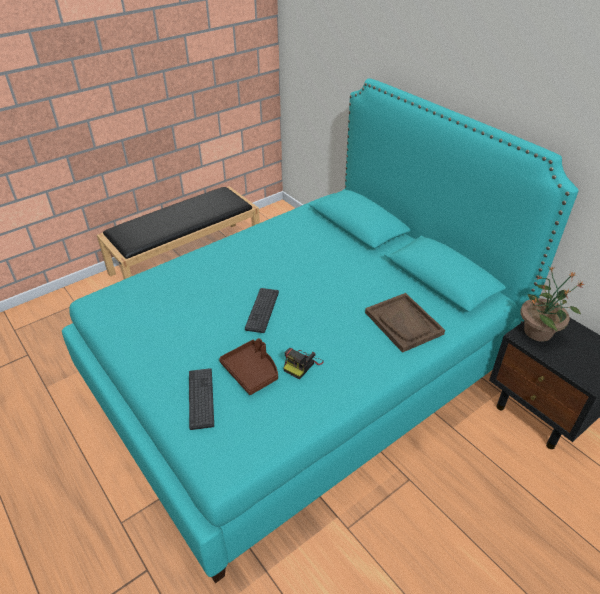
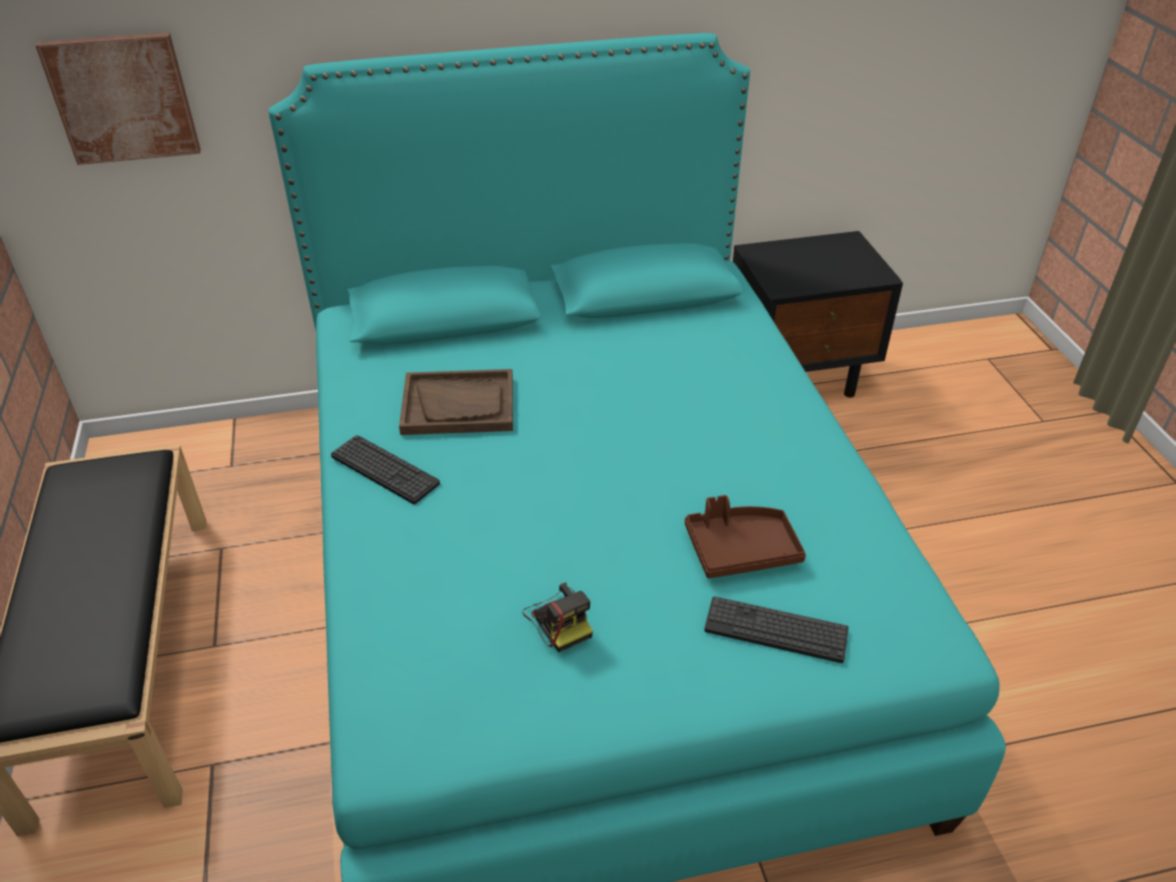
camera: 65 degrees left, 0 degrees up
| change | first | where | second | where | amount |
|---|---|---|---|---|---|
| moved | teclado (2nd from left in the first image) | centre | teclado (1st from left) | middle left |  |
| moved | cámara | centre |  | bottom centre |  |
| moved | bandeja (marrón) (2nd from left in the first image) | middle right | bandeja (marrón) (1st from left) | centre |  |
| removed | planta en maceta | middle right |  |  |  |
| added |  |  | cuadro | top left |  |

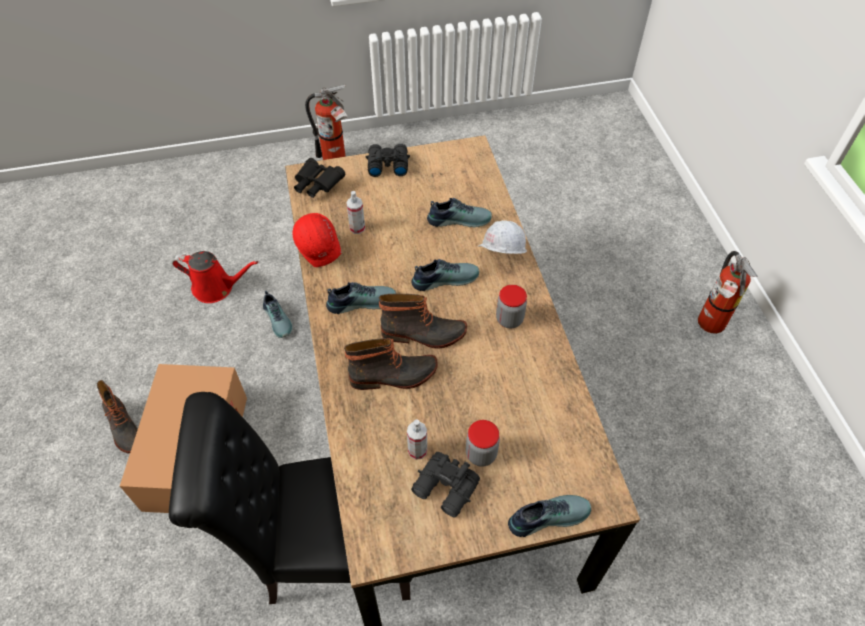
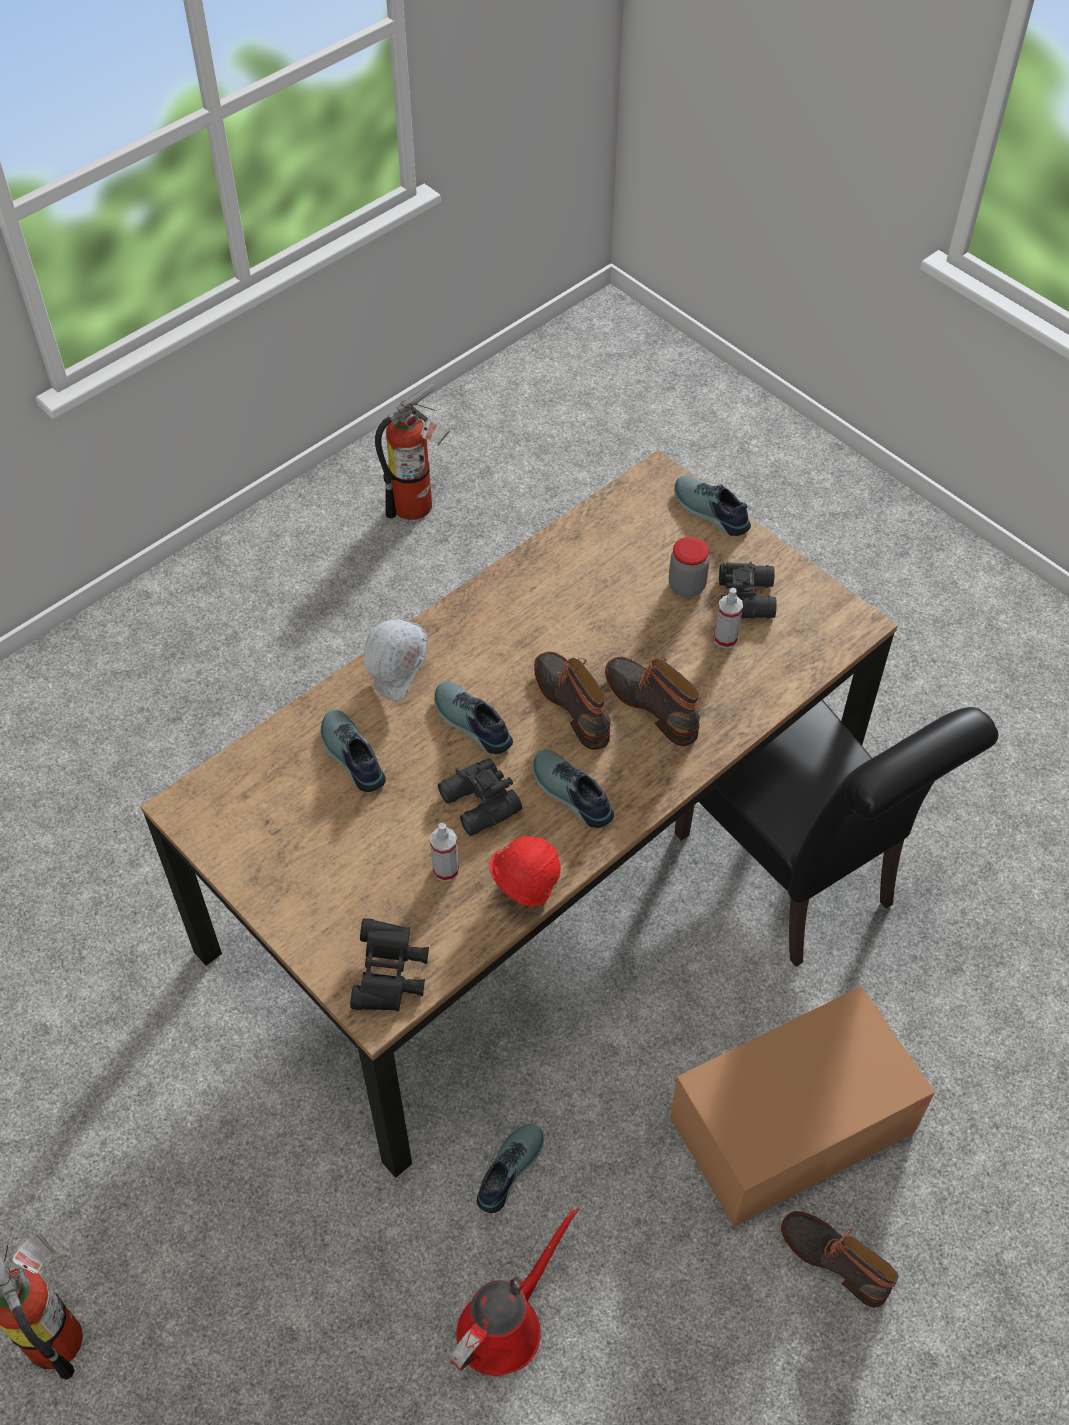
camera: 120 degrees left, 0 degrees up
| change | first | where | second | where | amount |
|---|---|---|---|---|---|
| turned | bota (1st from left in the first image) | middle left | bota (3rd from left) | bottom right | 75 degrees counterclockwise |
| turned | regadera (rojo) | middle left |  | bottom centre | 60 degrees clockwise |
| moved | prismáticos (negro) (2nd from left) | top centre |  | centre |  |
| removed | tarro (2nd from left) | centre |  |  |  |
| moved | extintor (2nd from left) | middle right |  | top centre |  |

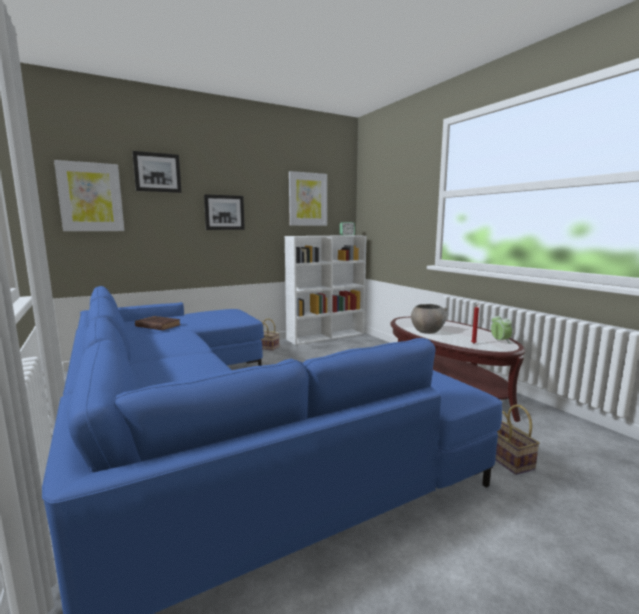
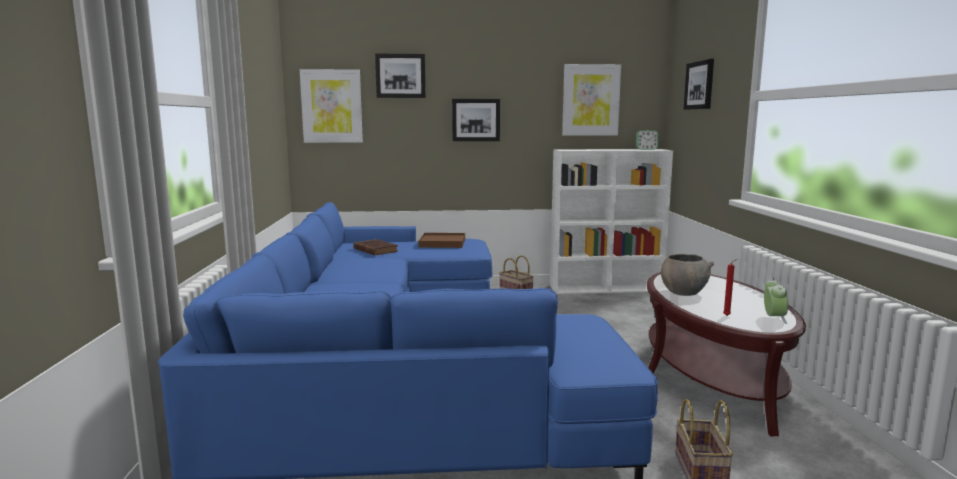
camera: 25 degrees right, 0 degrees up
| change | first | where | second | where | amount |
|---|---|---|---|---|---|
| added |  |  | bandeja (marrón) | centre |  |
| added |  |  | cuadro (5th from left) | top right |  |

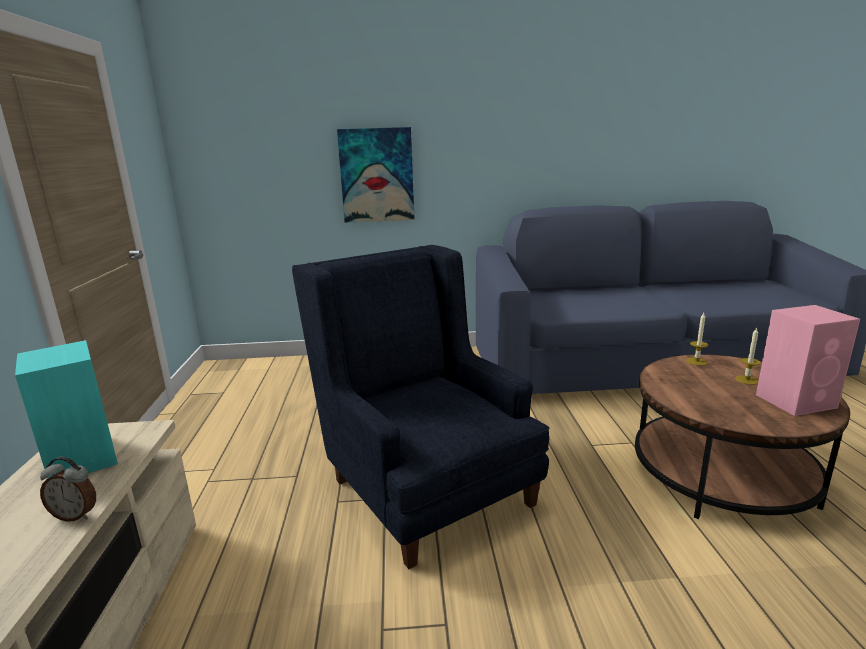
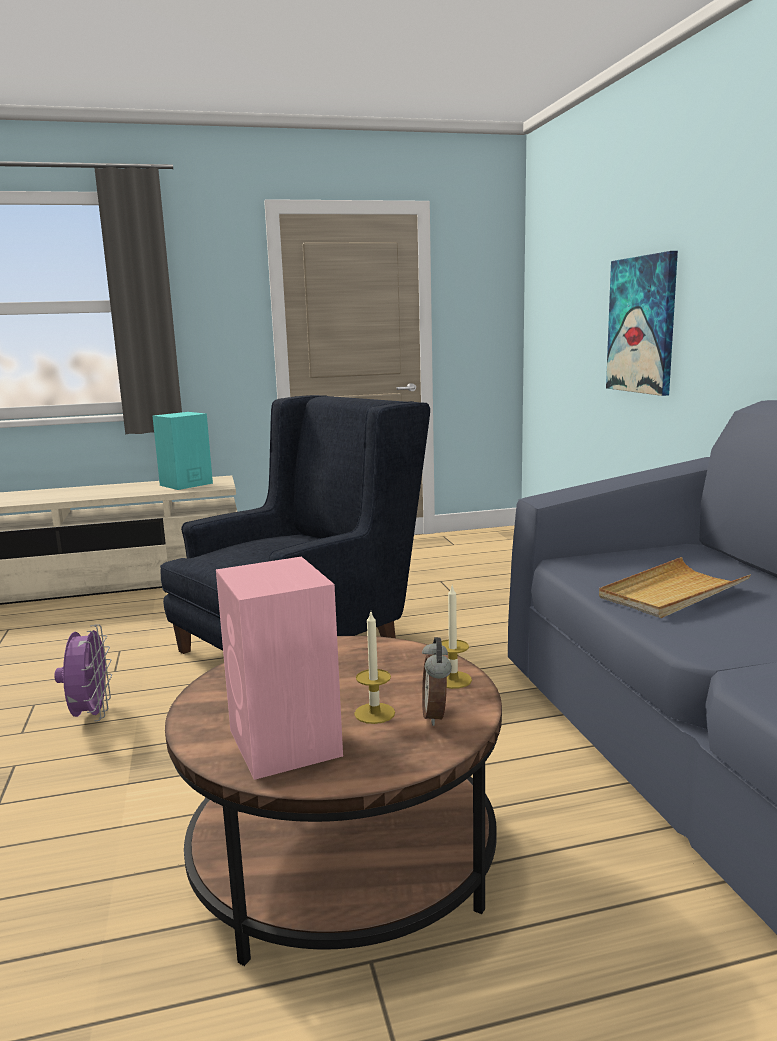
camera: 80 degrees right, 5 degrees down
| change | first | where | second | where | amount |
|---|---|---|---|---|---|
| moved | despertador | bottom left |  | centre |  |
| added |  |  | ventilador (morado) | middle left |  |
| added |  |  | bandeja (beis) | middle right |  |

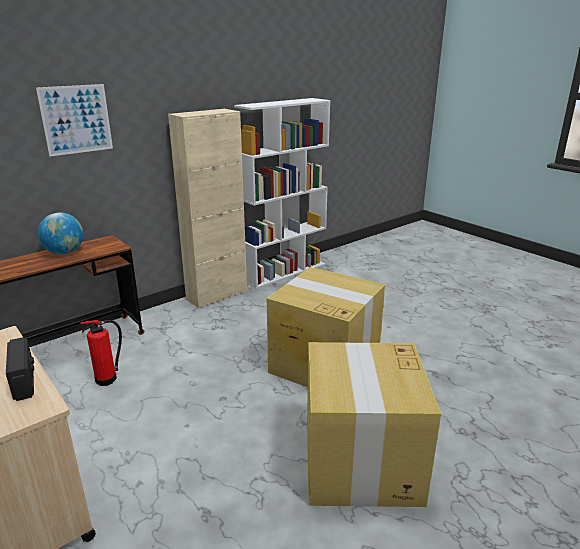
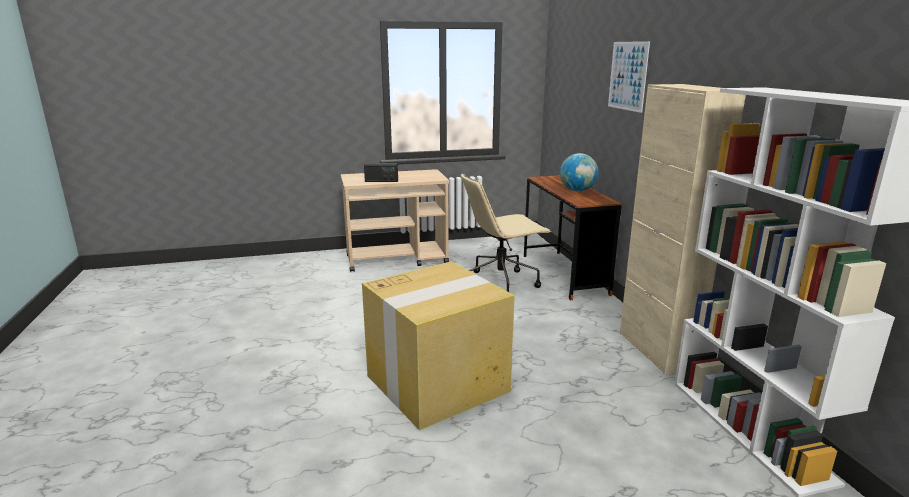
camera: 115 degrees right, 5 degrees down
| change | first | where | second | where | amount |
|---|---|---|---|---|---|
| replaced | extintor | middle left | silla de oficina (beis) | centre |  |
| removed | caja de cartón (2nd from left) | bottom centre |  |  |  |

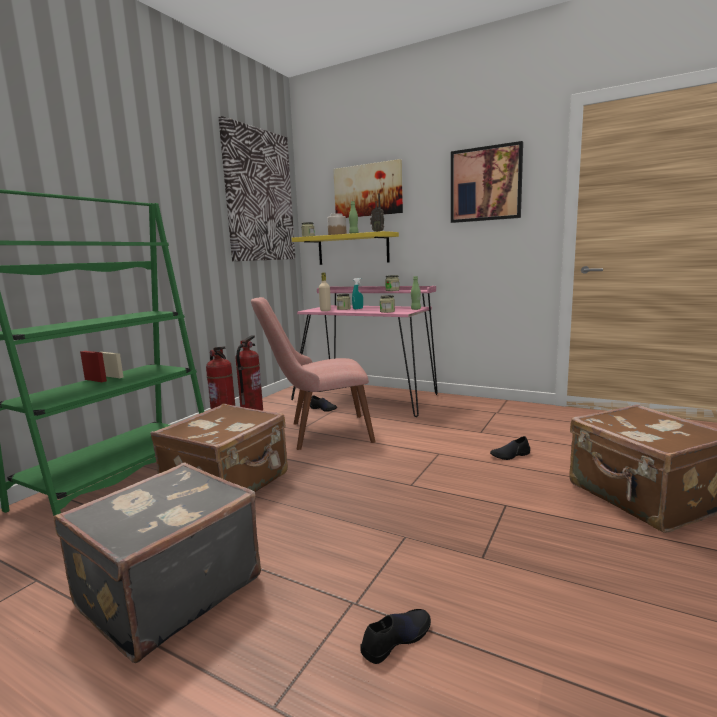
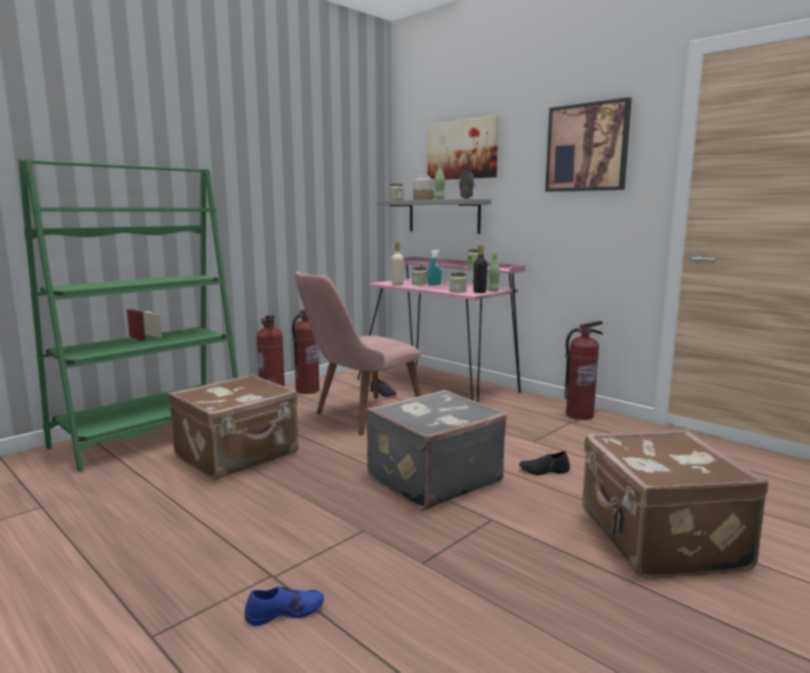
camera: 15 degrees right, 0 degrees up
| change | first | where | second | where | amount |
|---|---|---|---|---|---|
| moved | maleta (gris) | bottom left |  | bottom centre |  |
| removed | cuadro (1st from left) | top centre |  |  |  |
| turned | silla (rosa) | centre |  | centre | 45 degrees counterclockwise |
| recoloured | estante (amarillo) | centre | estante (gris) | top centre |  |
| recoloured | zapato (negro) (2nd from left) | bottom centre | zapato (azul) | bottom centre |  |
| added |  |  | botella (negro) | centre |  |
| added |  |  | extintor (3rd from left) | middle right |  |

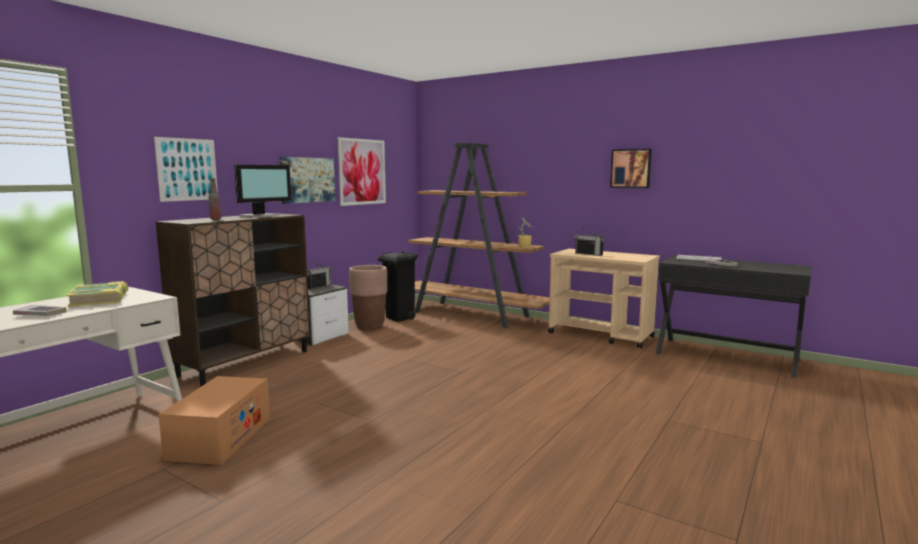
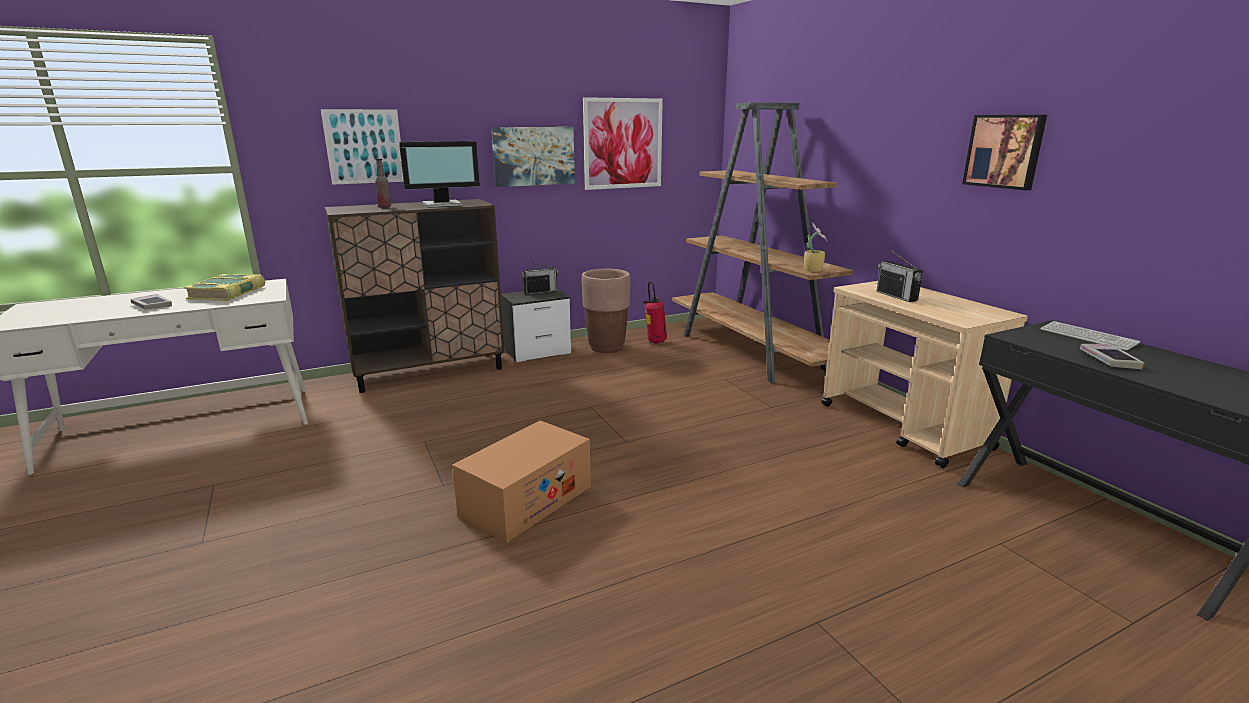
camera: 30 degrees right, 10 degrees up
| change | first | where | second | where | amount |
|---|---|---|---|---|---|
| moved | caja de cartón | bottom left |  | bottom centre |  |
| replaced | papelera (negro) | centre | extintor | centre |  |

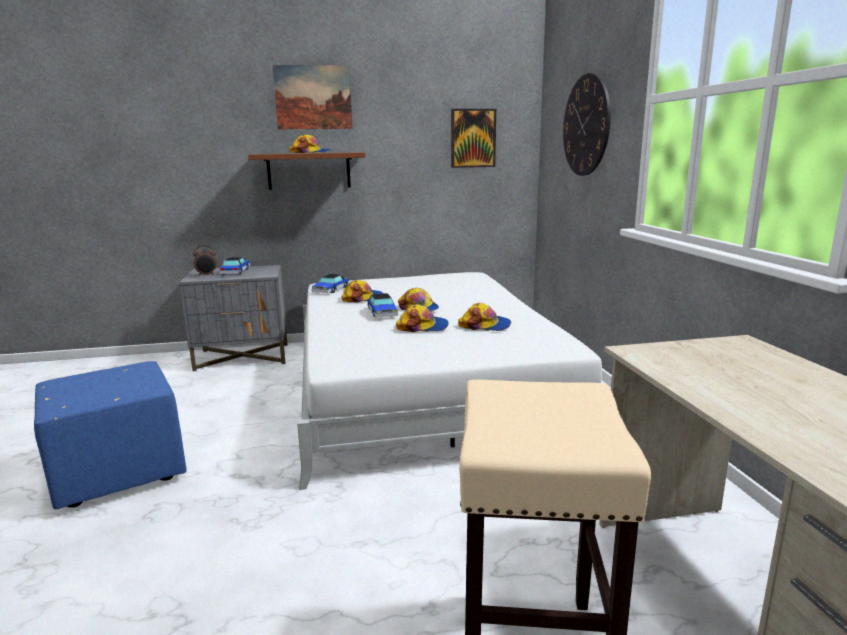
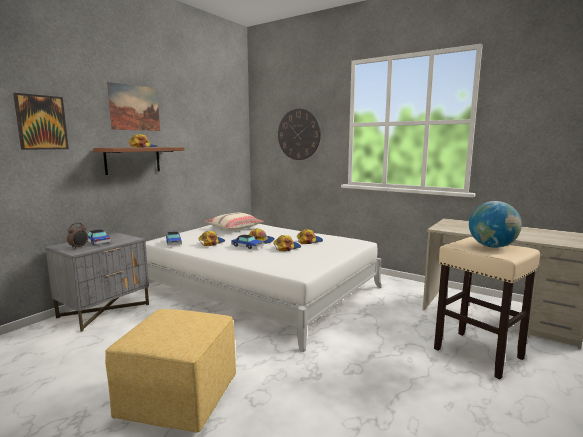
camera: 45 degrees left, 5 degrees down
| change | first | where | second | where | amount |
|---|---|---|---|---|---|
| recoloured | puf (azul) | bottom left | puf (amarillo) | bottom left |  |
| moved | cuadro (2nd from left in the first image) | top centre | cuadro (1st from left) | top left |  |
| added |  |  | cojín (beis) | centre |  |
| added |  |  | globo terráqueo | middle right |  |

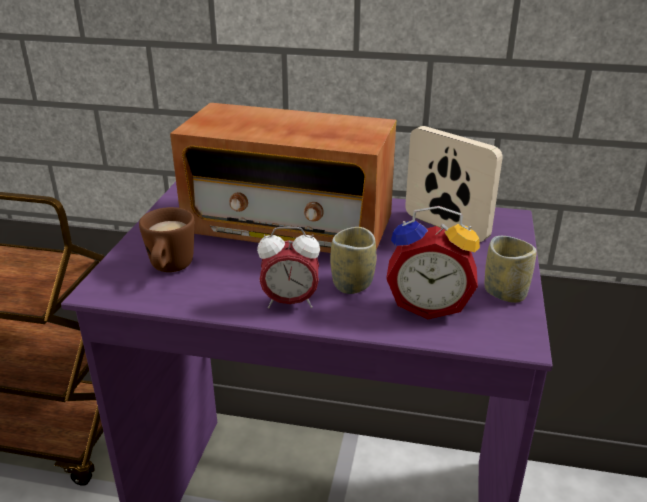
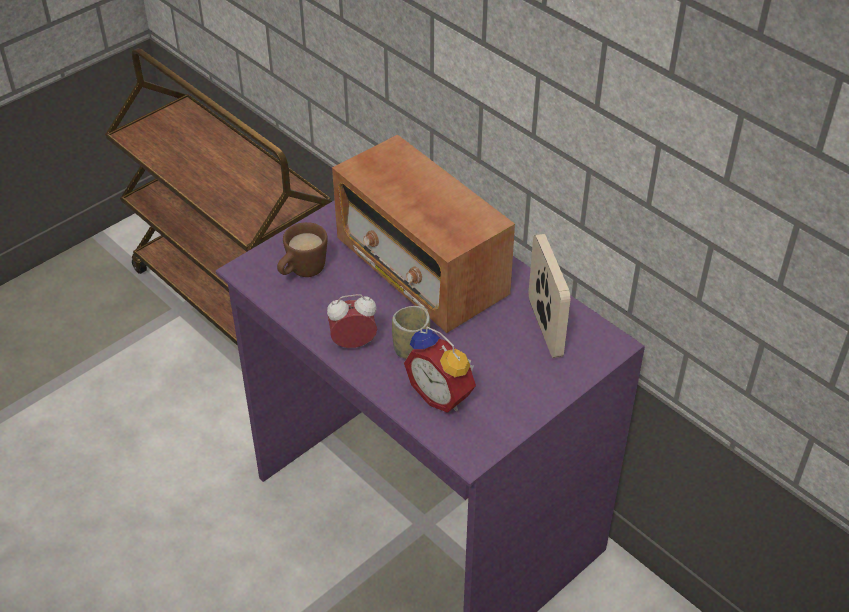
camera: 35 degrees right, 15 degrees up
| change | first | where | second | where | amount |
|---|---|---|---|---|---|
| turned | despertador (1st from left) | centre |  | centre | 135 degrees clockwise |
| removed | taza (2nd from left) | middle right |  |  |  |

